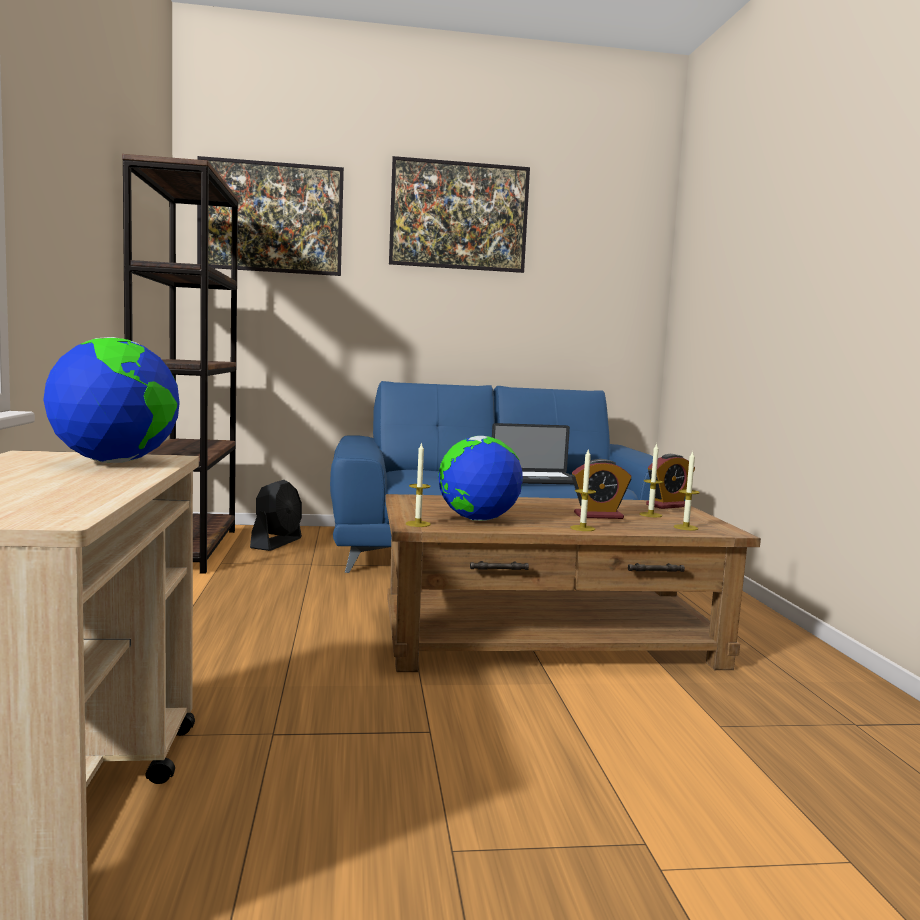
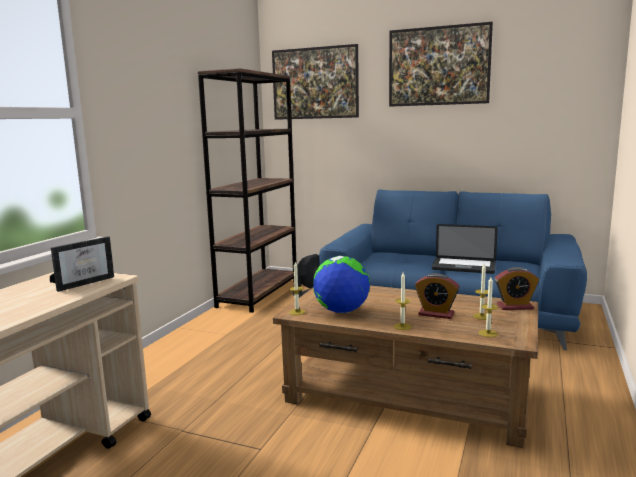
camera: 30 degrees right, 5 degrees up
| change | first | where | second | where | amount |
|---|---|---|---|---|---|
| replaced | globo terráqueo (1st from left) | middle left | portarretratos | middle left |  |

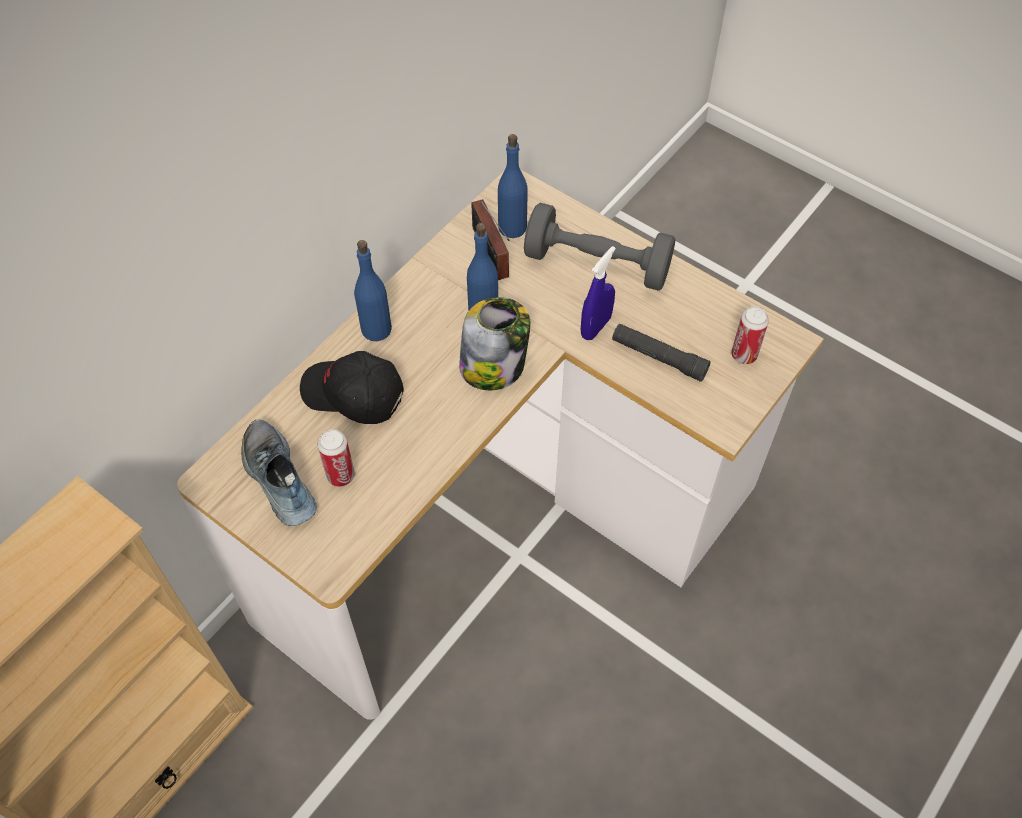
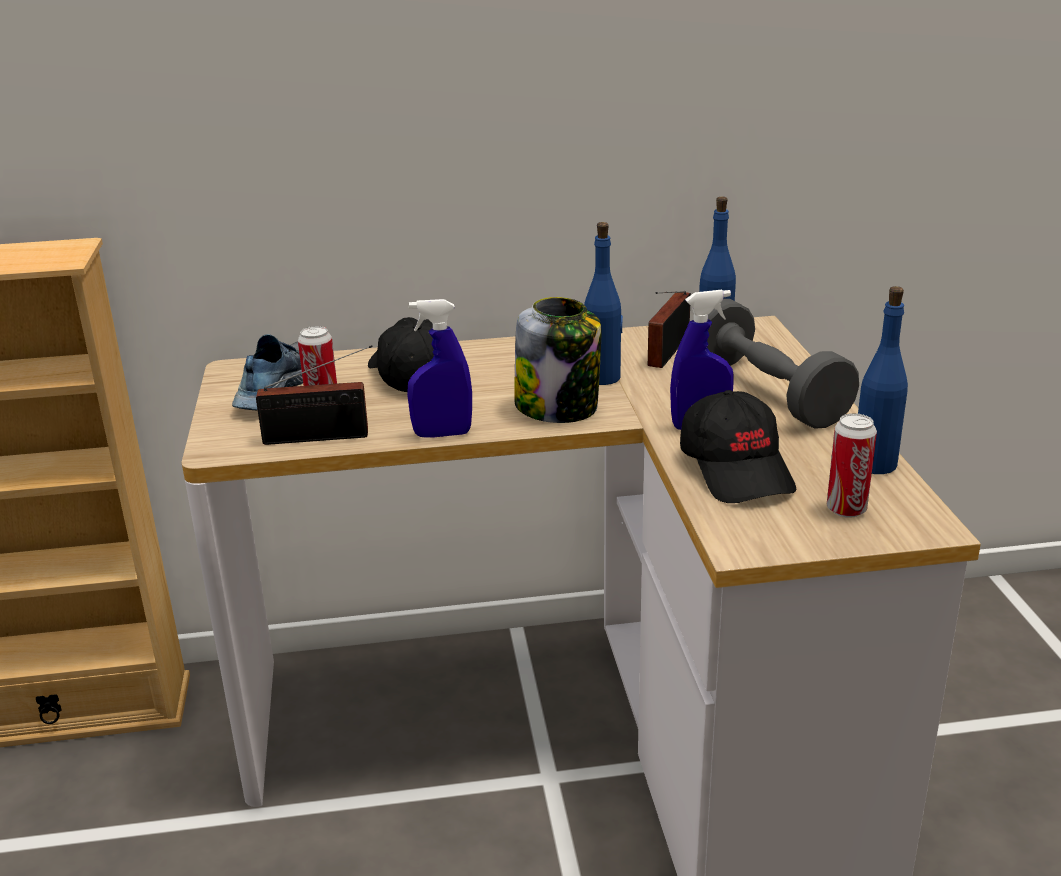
camera: 45 degrees right, 30 degrees down
| change | first | where | second | where | amount |
|---|---|---|---|---|---|
| moved | botella (azul) (1st from left in the first image) | centre | botella (azul) (3rd from left) | middle right |  |
| replaced | linterna (negro) | centre | gorra (negro) (2nd from left) | middle right |  |
| added |  |  | radio (1st from left) | middle left |  |
| added |  |  | pulverizador (azul) (1st from left) | centre |  |

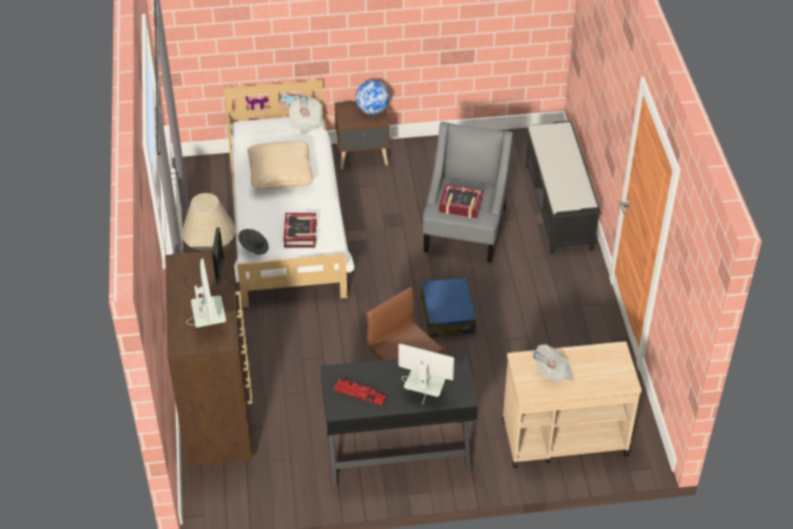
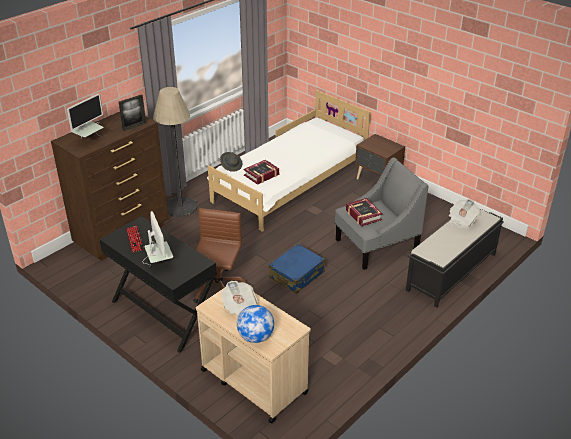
camera: 50 degrees right, 10 degrees down
| change | first | where | second | where | amount |
|---|---|---|---|---|---|
| removed | cojín (beis) | top centre |  |  |  |
| moved | periódico (1st from left in the first image) | top centre | periódico (2nd from left) | middle right |  |
| moved | globo terráqueo | top centre |  | bottom centre |  |

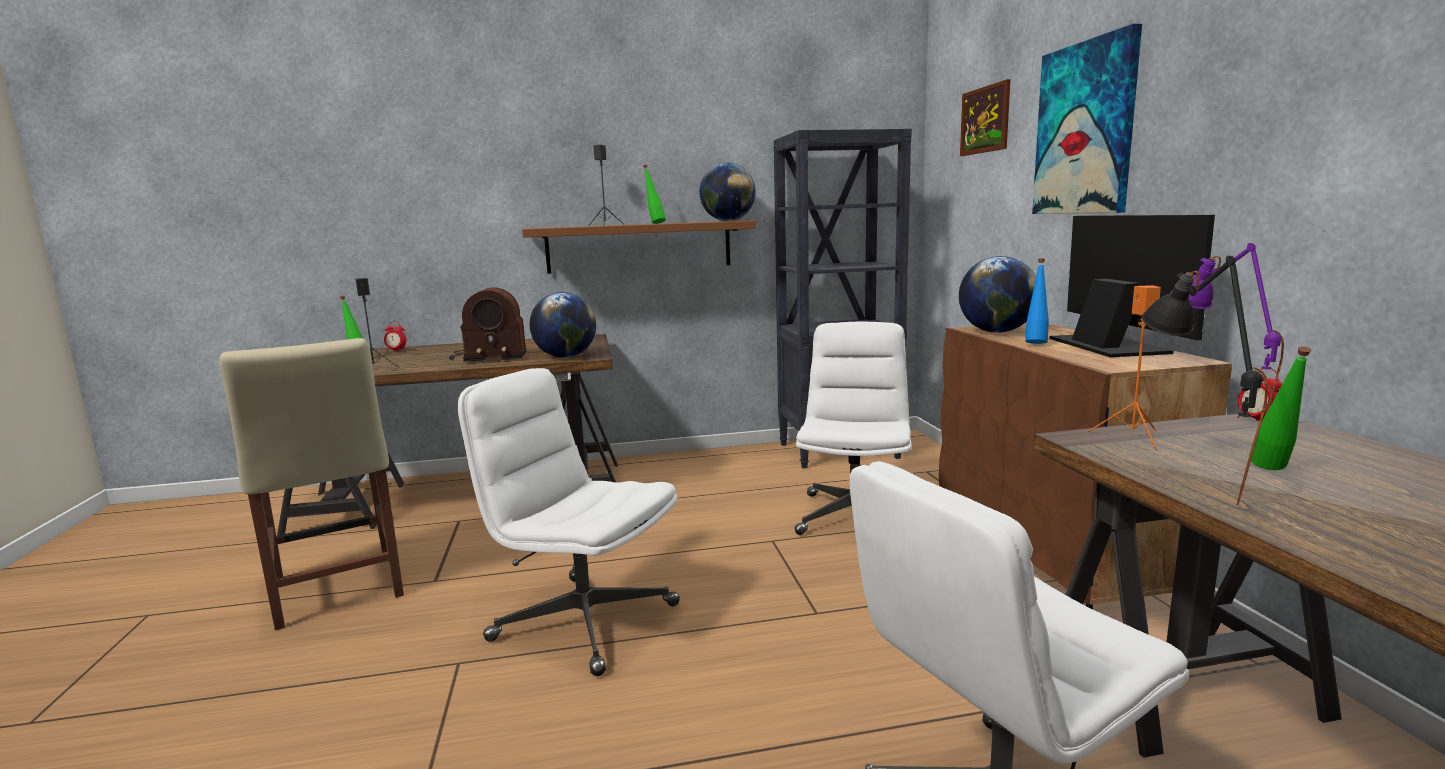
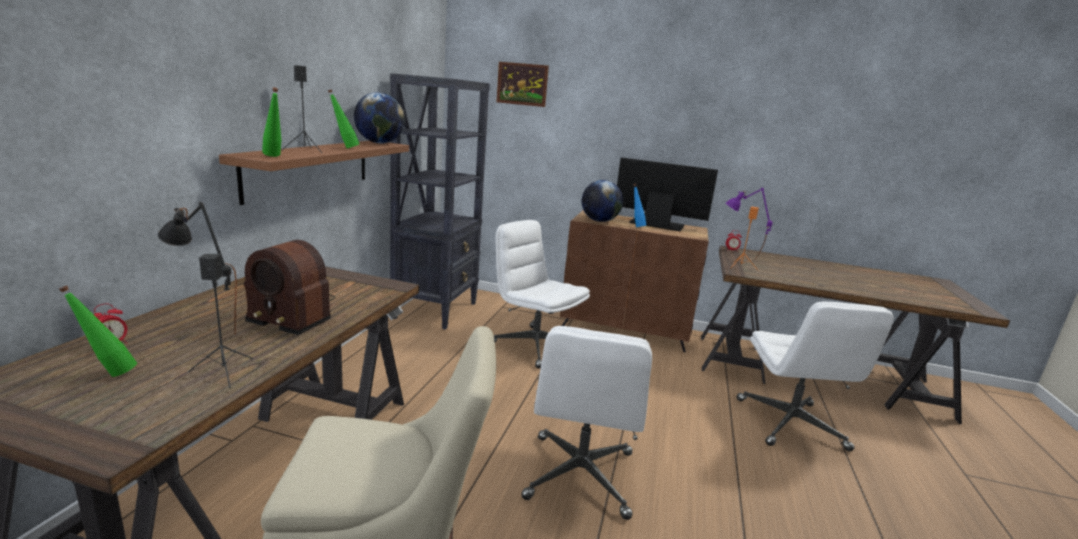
camera: 65 degrees left, 5 degrees up
| change | first | where | second | where | amount |
|---|---|---|---|---|---|
| turned | radio | centre |  | middle left | 90 degrees clockwise |
| turned | silla de oficina (blanco) (1st from left in the first image) | bottom centre | silla de oficina (blanco) (2nd from left) | bottom centre | 45 degrees counterclockwise |
| removed | globo terráqueo (1st from left) | centre |  |  |  |
| removed | cuadro (2nd from left) | top right |  |  |  |
| moved | lámpara de mesa (negro) | middle right |  | middle left |  |
| moved | botella (verde) (3rd from left in the first image) | middle right | botella (verde) (2nd from left) | top left |  |

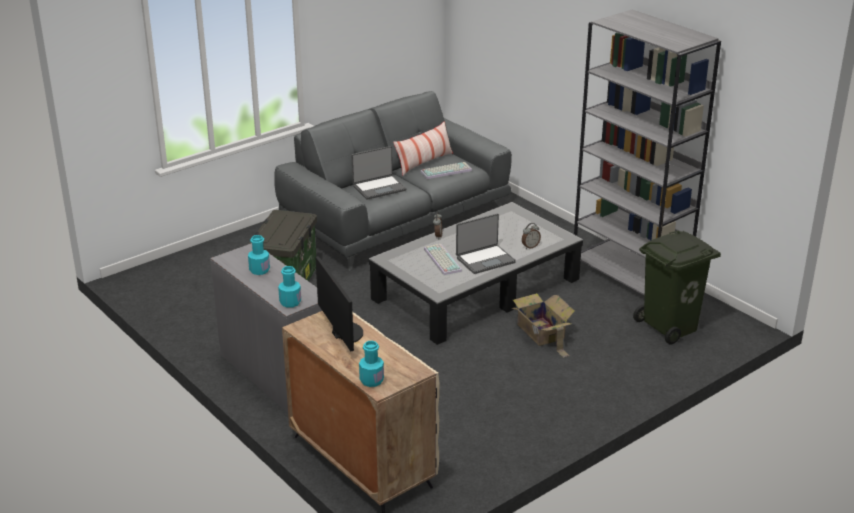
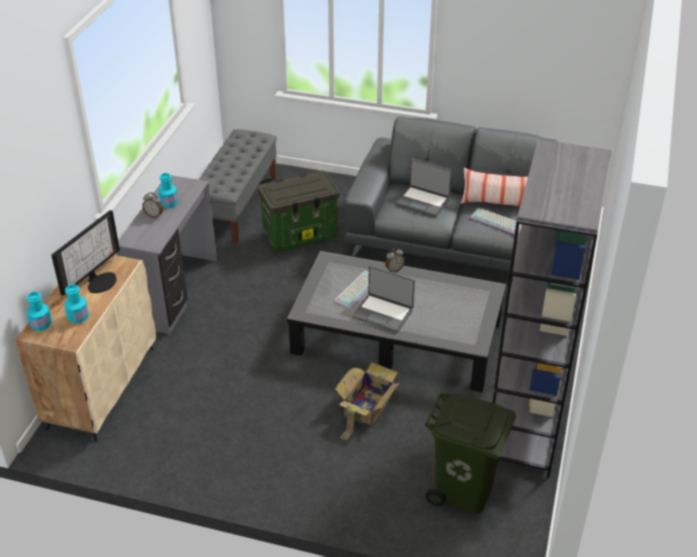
camera: 55 degrees right, 10 degrees up
| change | first | where | second | where | amount |
|---|---|---|---|---|---|
| moved | botella (turquesa) (2nd from left) | centre |  | middle left |  |
| moved | despertador (2nd from left in the first image) | centre | despertador (1st from left) | middle left |  |
| added |  |  | banco (gris) | centre |  |

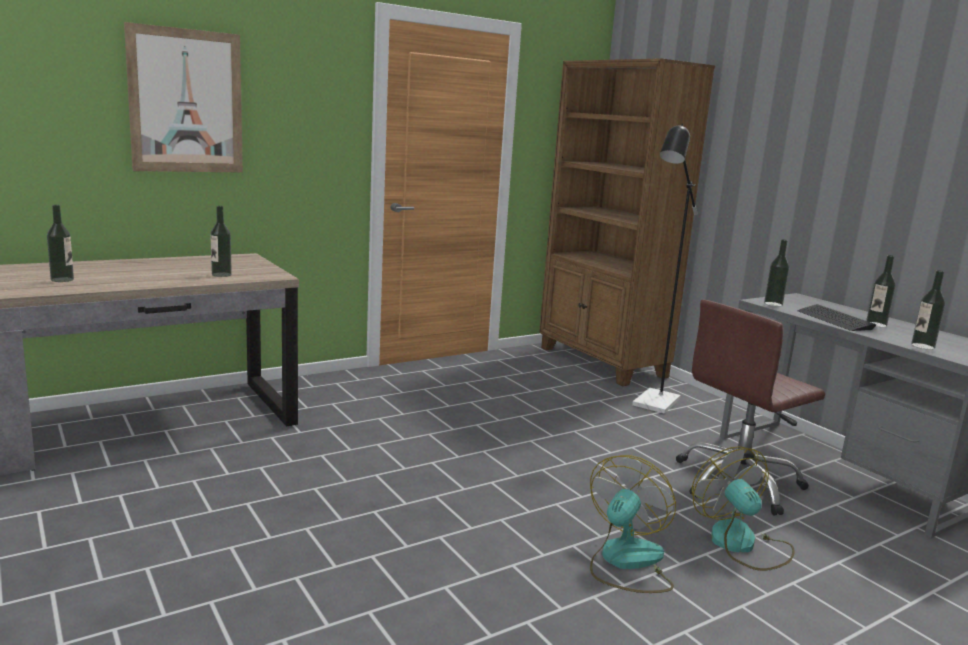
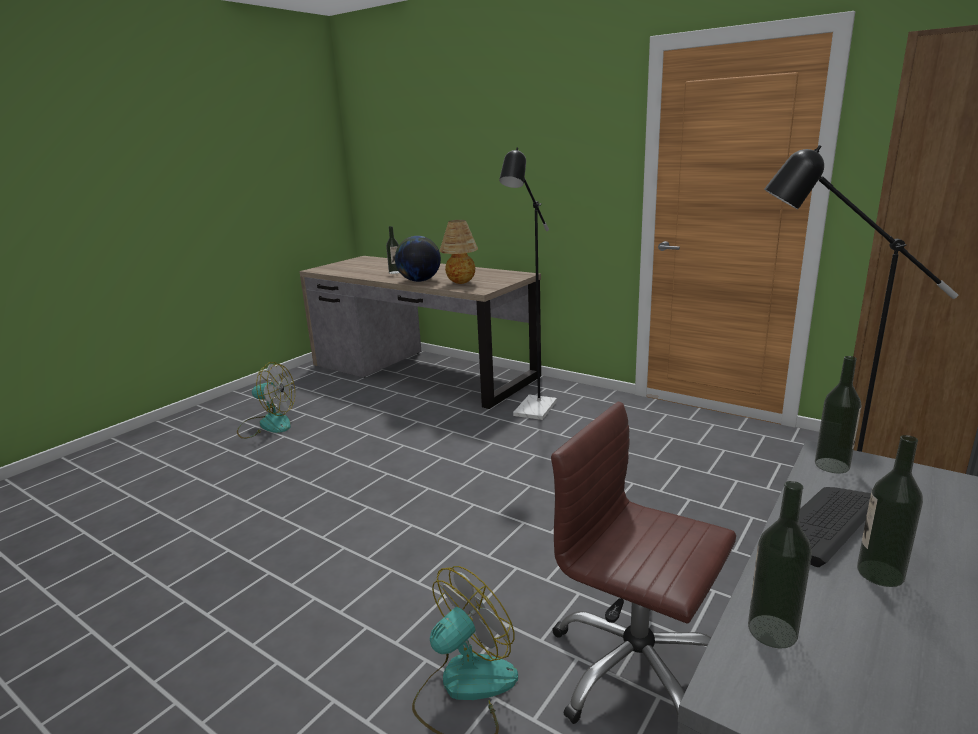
camera: 70 degrees right, 5 degrees up
| change | first | where | second | where | amount |
|---|---|---|---|---|---|
| removed | cuadro | top left |  |  |  |
| replaced | botella (2nd from left) | middle left | lámpara de mesa | centre |  |
| moved | ventilador (1st from left) | bottom centre |  | middle left |  |
| added |  |  | globo terráqueo | centre |  |
| added |  |  | lámpara de pie (negro) (1st from left) | centre |  |

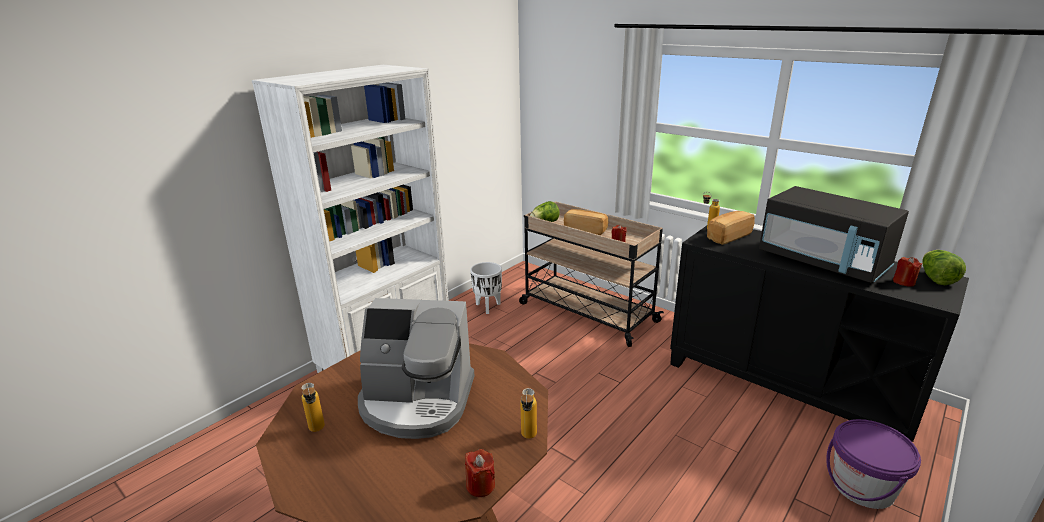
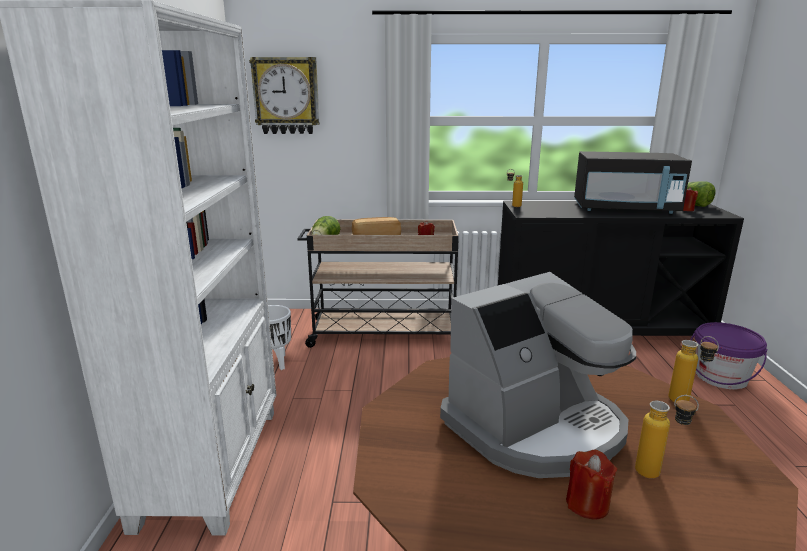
camera: 40 degrees left, 5 degrees down
| change | first | where | second | where | amount |
|---|---|---|---|---|---|
| moved | botella (1st from left in the first image) | bottom left | botella (2nd from left) | bottom right |  |
| moved | vela (rojo) (1st from left in the first image) | bottom centre | vela (rojo) (2nd from left) | bottom right |  |
| removed | pan (2nd from left) | middle right |  |  |  |
| added |  |  | reloj de pared | top centre |  |

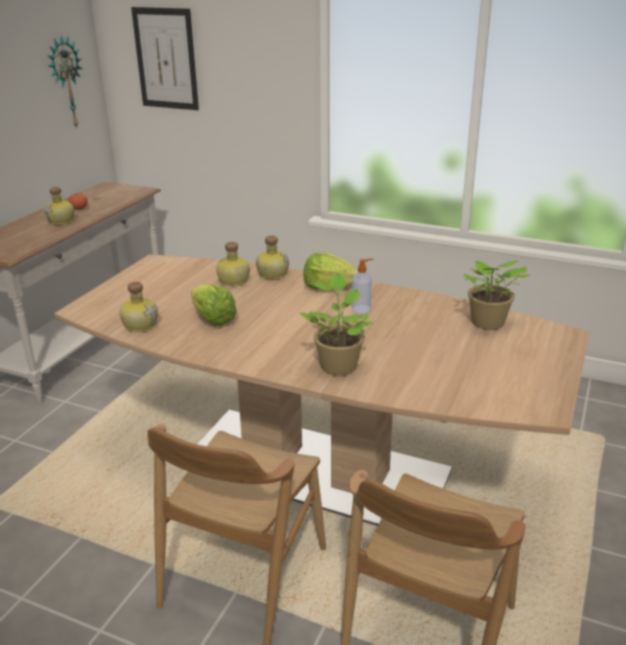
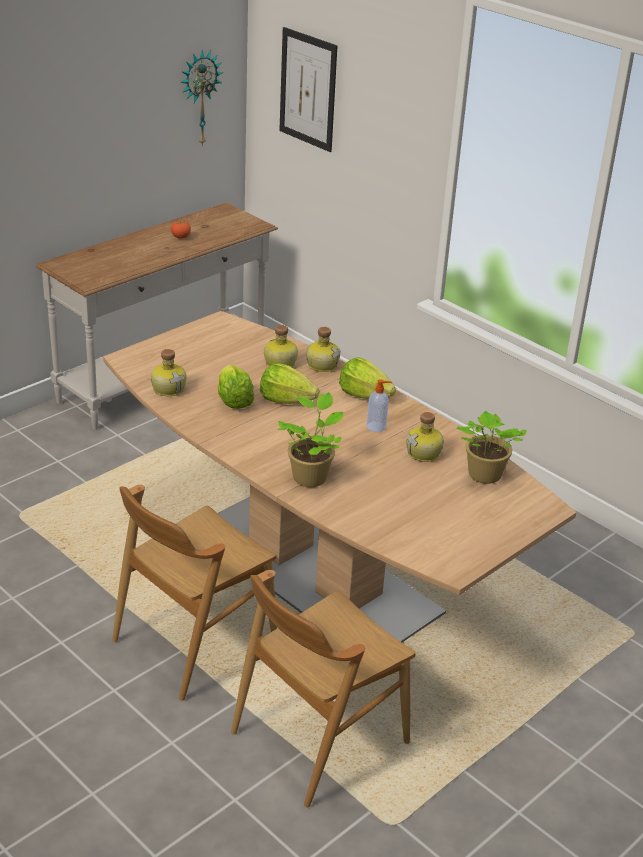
camera: 20 degrees right, 5 degrees up
| change | first | where | second | where | amount |
|---|---|---|---|---|---|
| moved | botella (1st from left in the first image) | top left | botella (4th from left) | centre |  |
| added |  |  | lechuga (2nd from left) | centre |  |

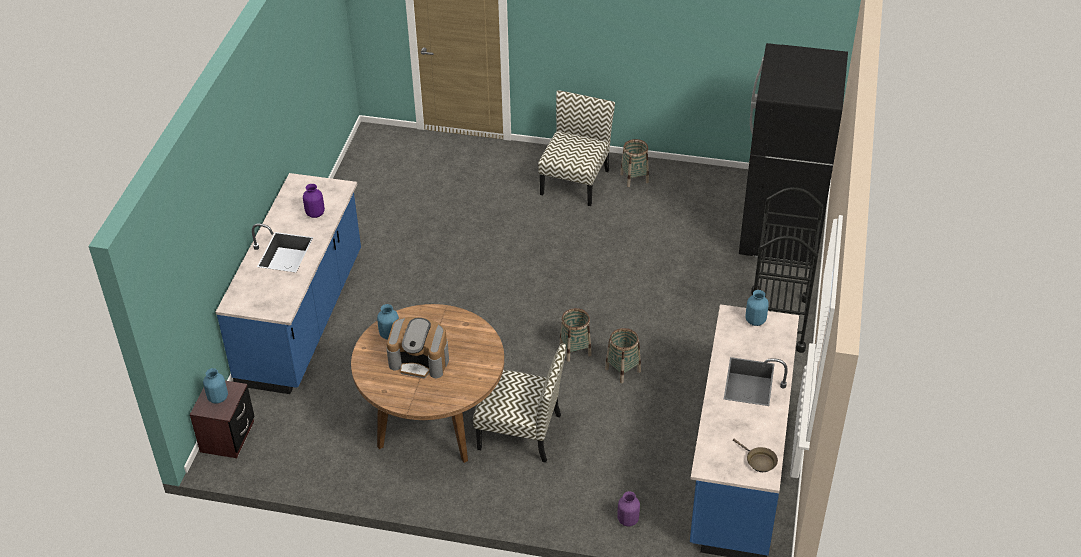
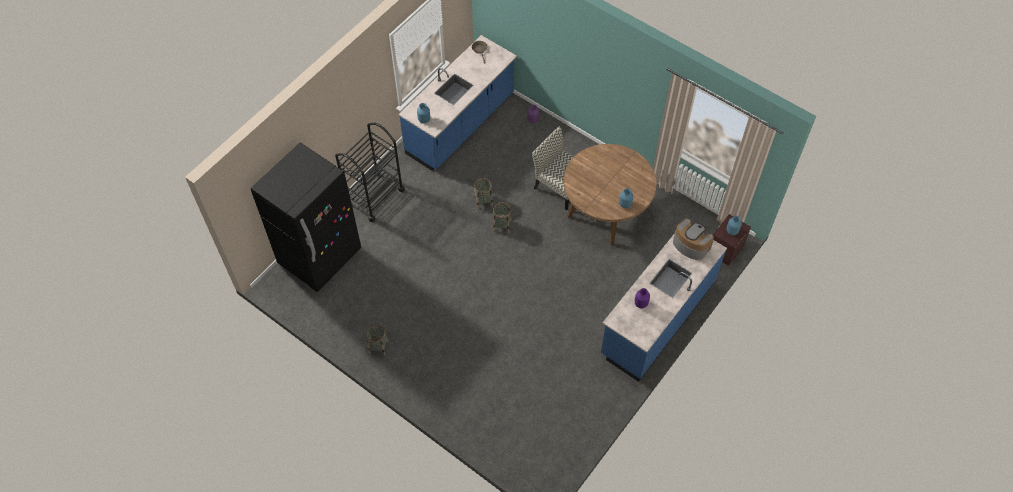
camera: 155 degrees left, 15 degrees up
| change | first | where | second | where | amount |
|---|---|---|---|---|---|
| moved | cafetera | centre |  | middle right |  |
| removed | silla (2nd from left) | top centre |  |  |  |

